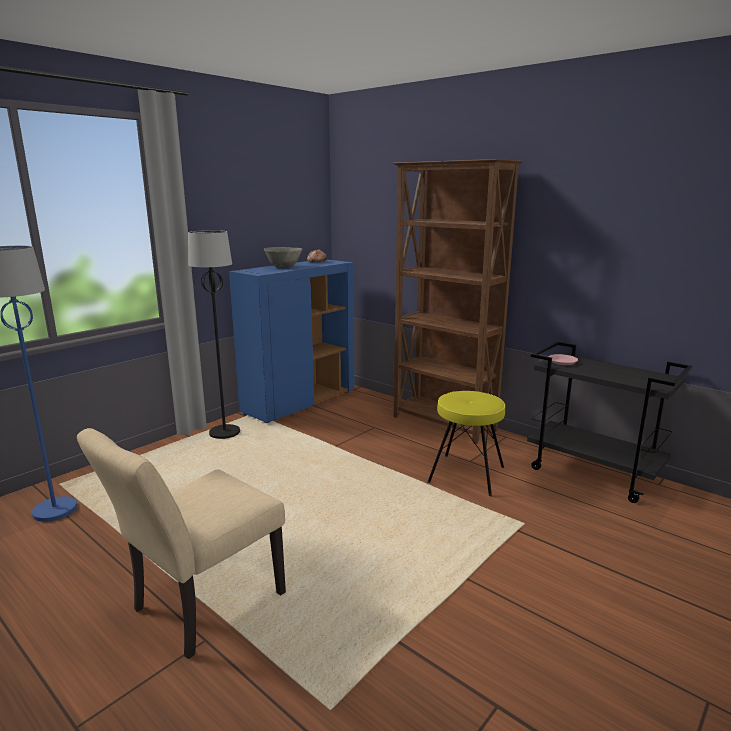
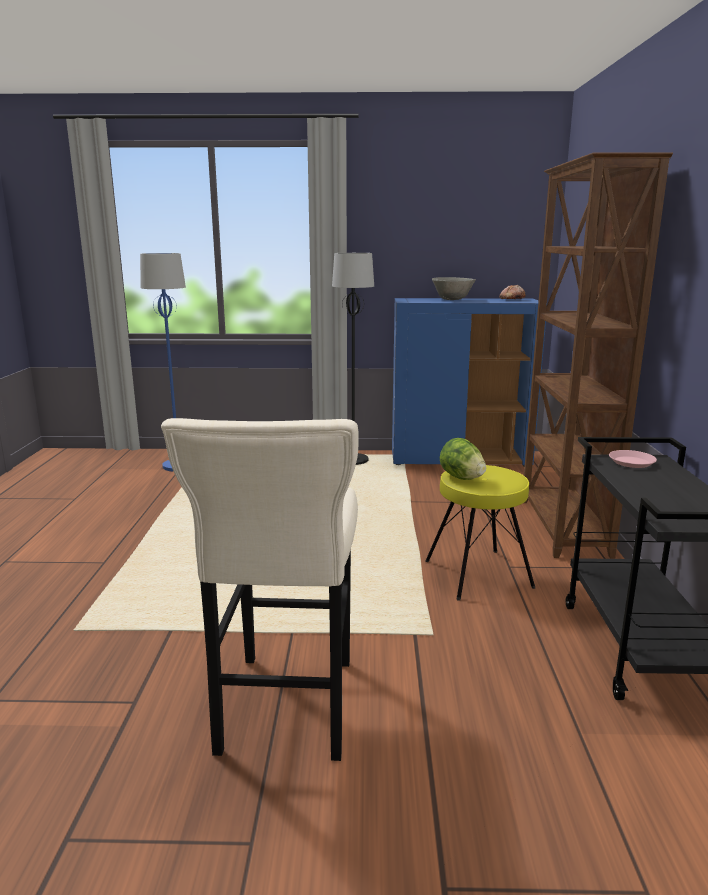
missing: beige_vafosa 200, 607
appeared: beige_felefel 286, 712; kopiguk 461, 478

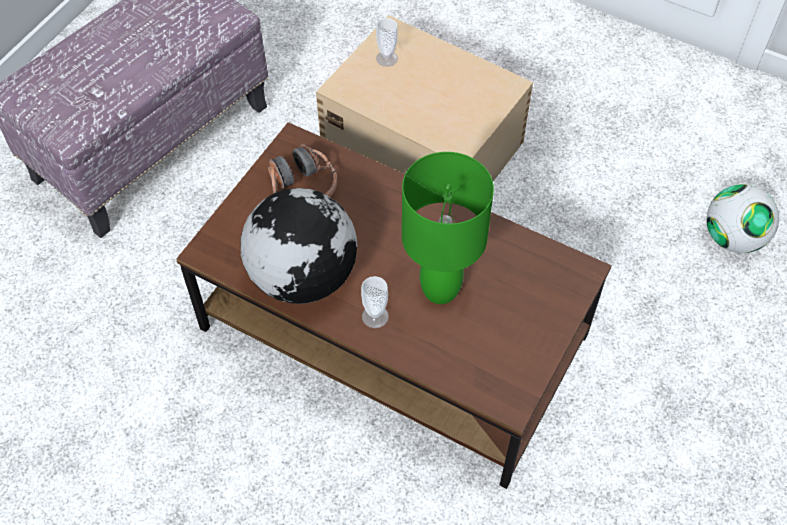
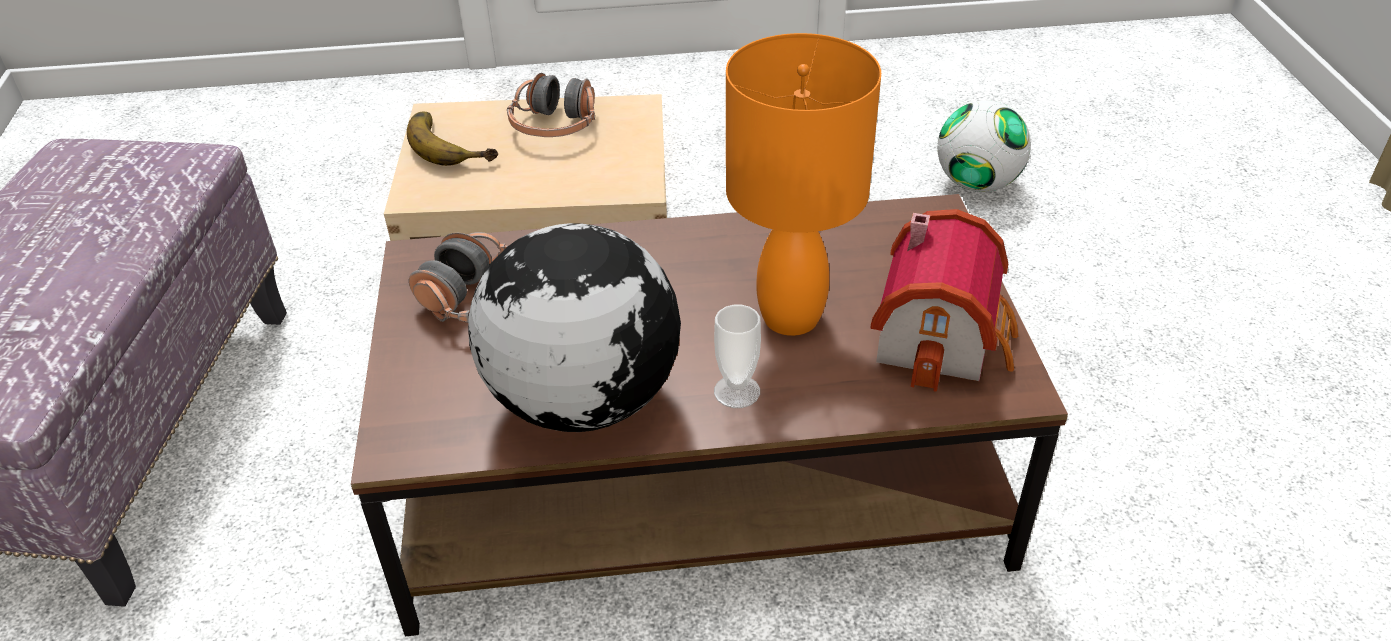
appeared: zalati 555, 126; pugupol 943, 337
exchanged: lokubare 387, 58 to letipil 453, 143
colour: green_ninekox 439, 289 to orange_ninekox 788, 317

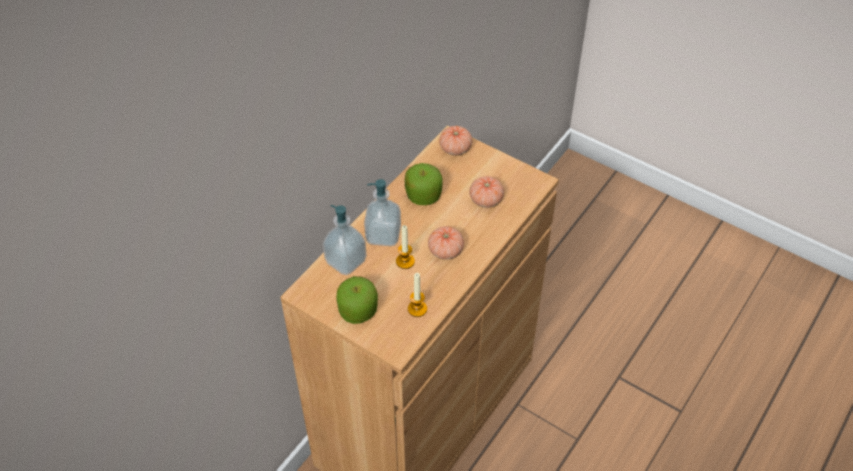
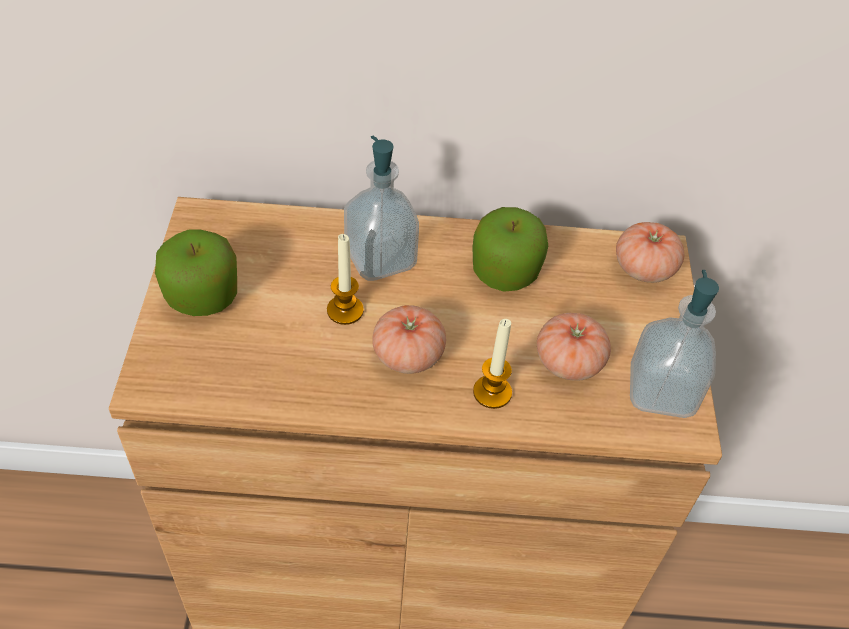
relocated: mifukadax 417, 309 to 492, 392; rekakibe 346, 261 to 661, 391

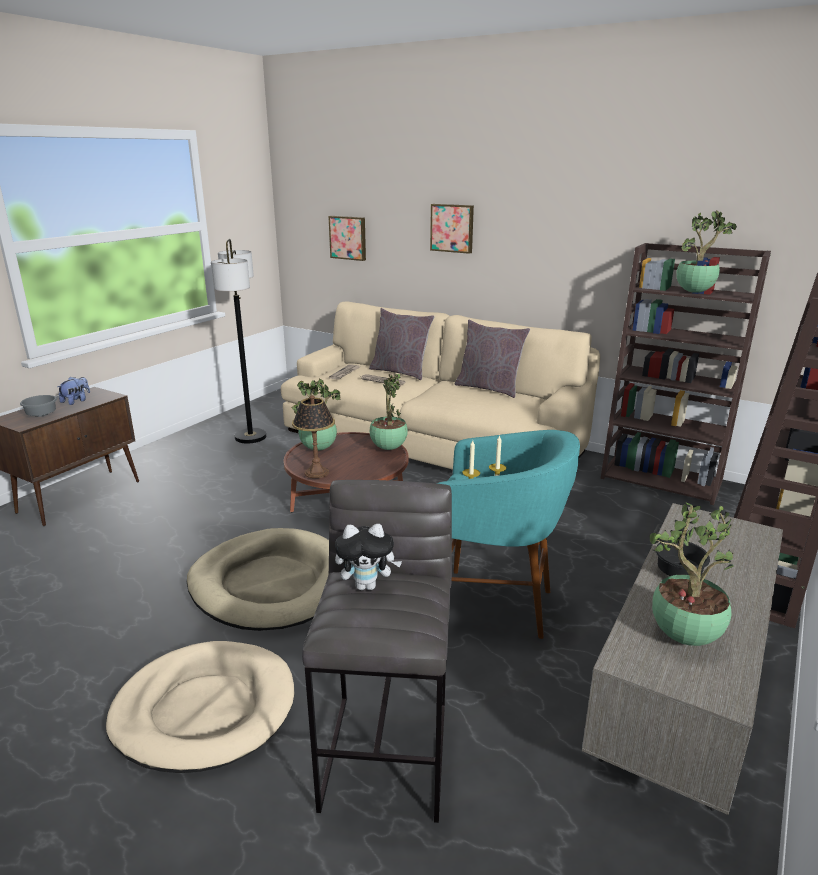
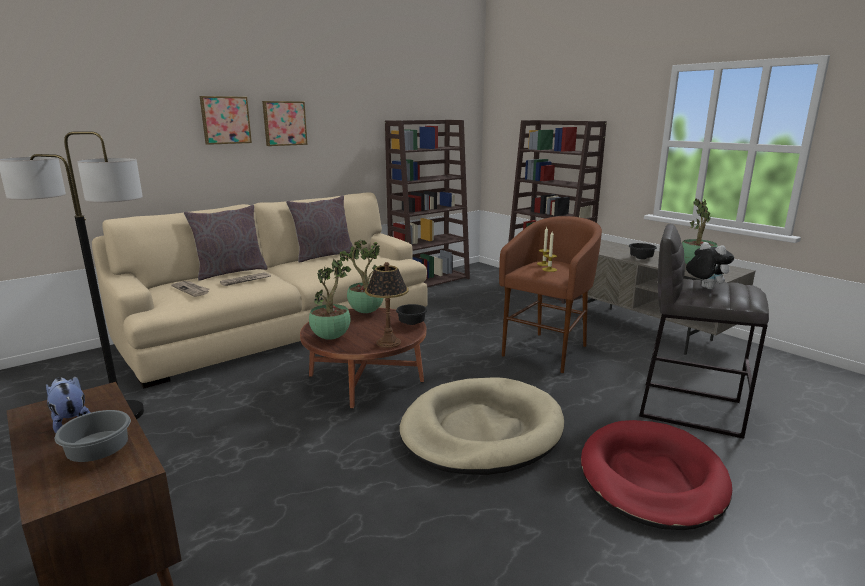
missing: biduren 695, 292
appeared: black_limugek 412, 323
relocated: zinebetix 348, 237 to 284, 123
colour: turquoise_felefel 495, 605 to brown_felefel 547, 351; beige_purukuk 205, 709 to red_purukuk 651, 478
spun: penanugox 367, 585 = 704, 288 45 degrees counterclockwise

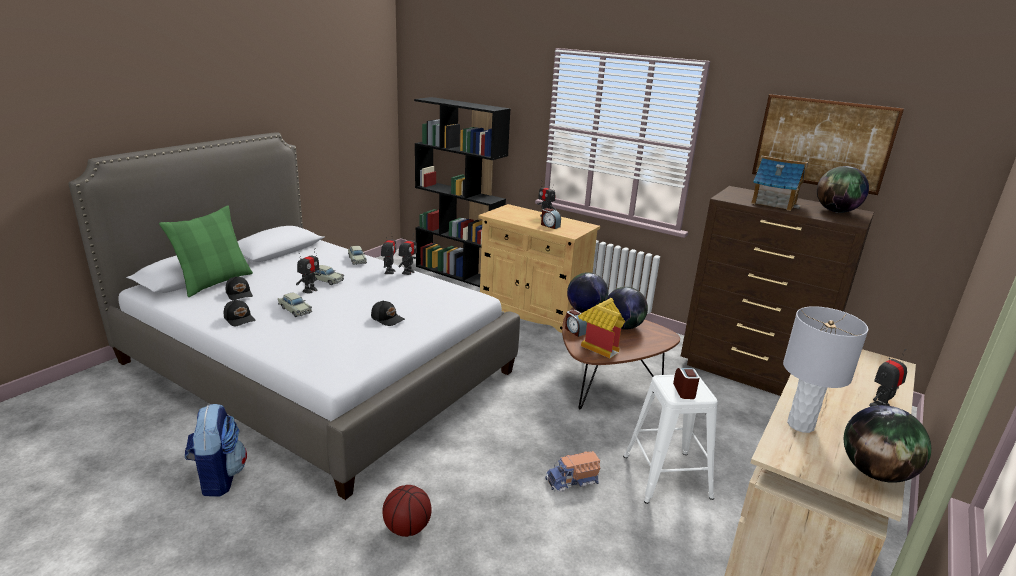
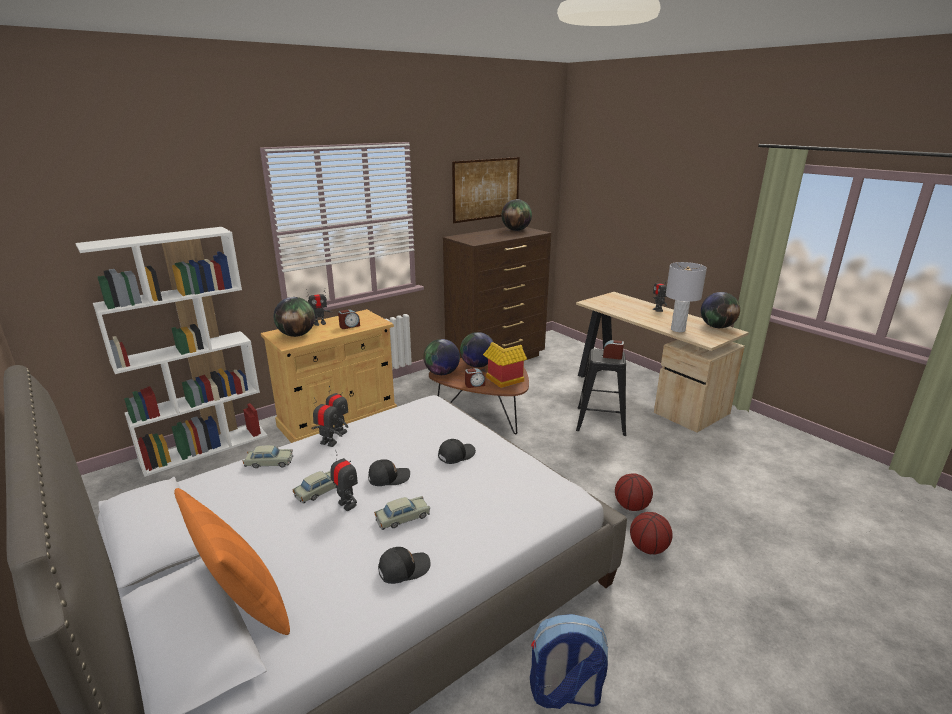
missing: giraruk 572, 481; pugupol 773, 203
appeared: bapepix 297, 335; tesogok 631, 506
relocated: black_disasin 239, 294 to 388, 477
colour: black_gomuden 458, 274 to white_gomuden 205, 447; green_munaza 214, 282 to orange_munaza 244, 604; white_felefel 665, 475 to black_felefel 600, 421

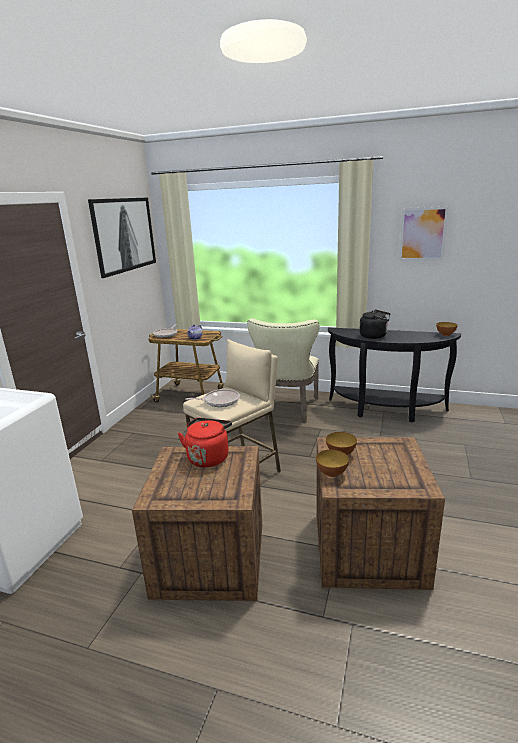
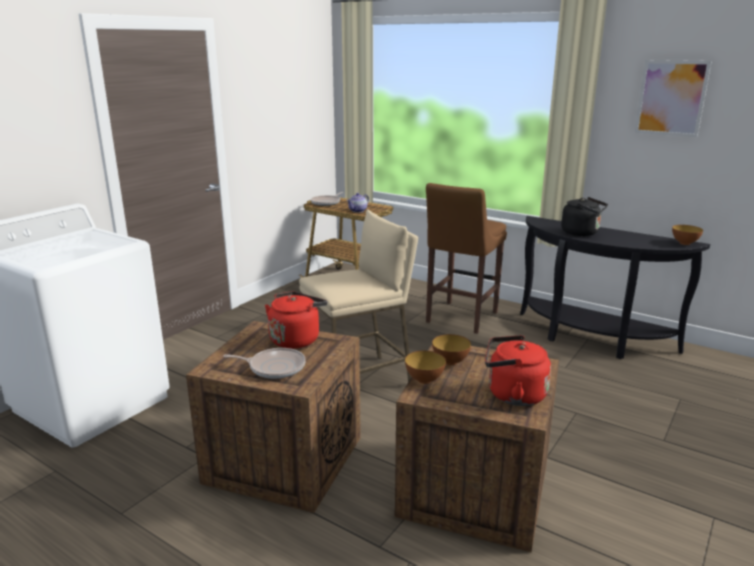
missing: zinebetix 124, 235
appeared: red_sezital 512, 394
relocated: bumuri 219, 401 to 274, 367
exchanged: beige_vafosa 288, 410 to brown_felefel 460, 318

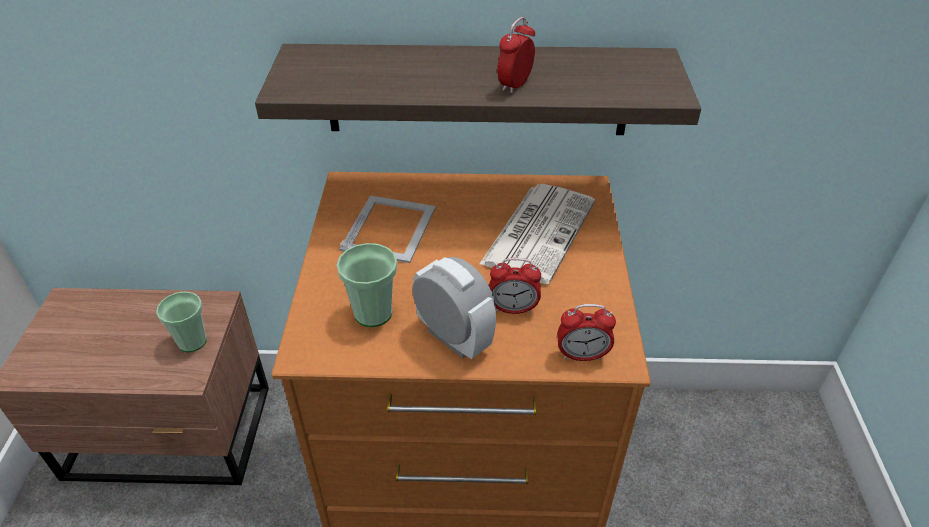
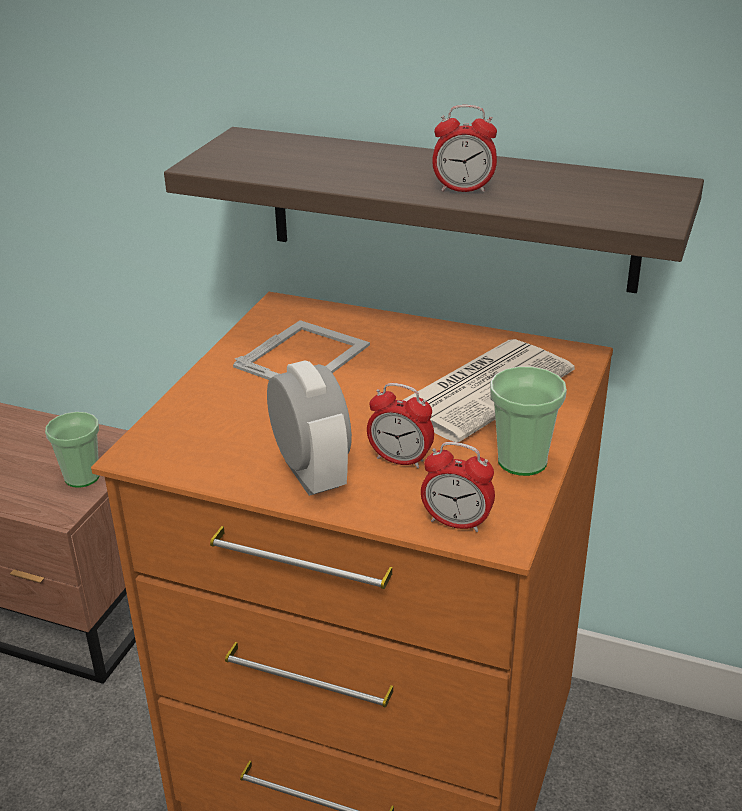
relocated: lokubare 373, 313 to 522, 461
spun: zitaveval 515, 85 = 463, 189 135 degrees counterclockwise

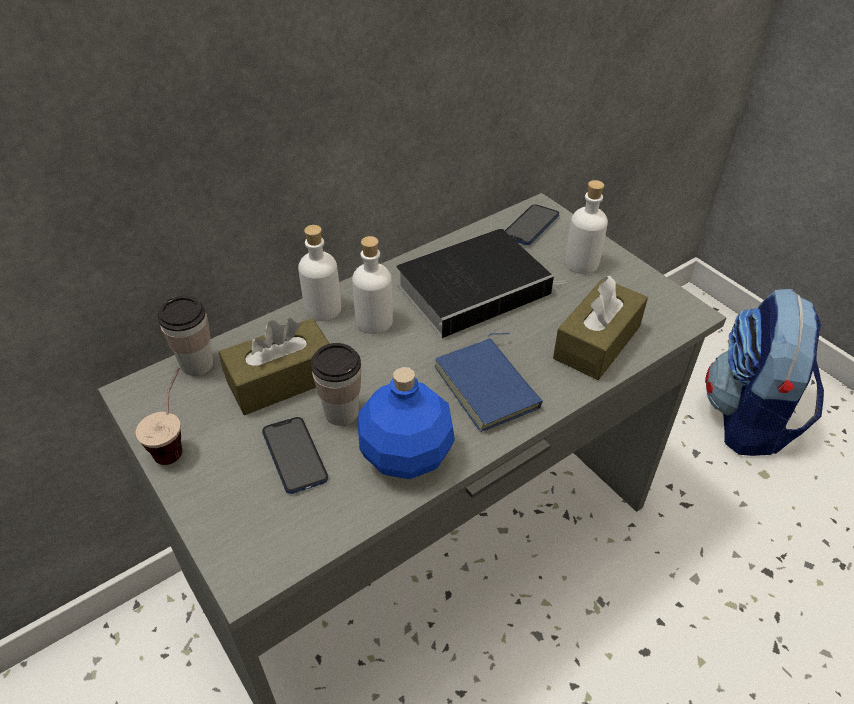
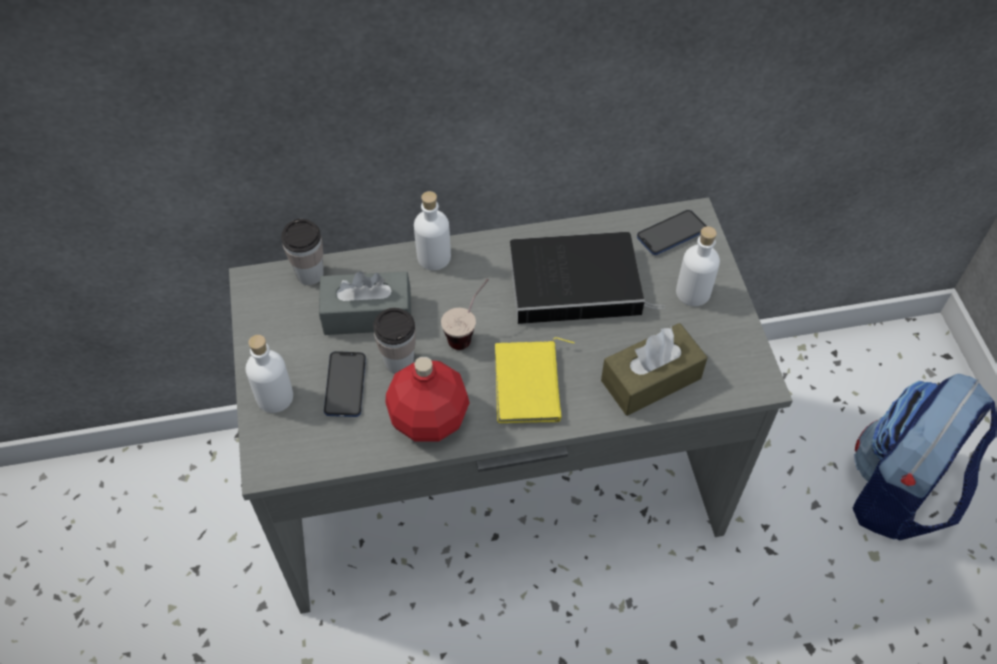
relocated: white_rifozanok 374, 321 to 275, 397; lokubare 176, 441 to 468, 332
colour: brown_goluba 282, 380 to grey_goluba 367, 314; blue_rifozanok 405, 455 to red_rifozanok 428, 419; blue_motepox 490, 386 to yellow_motepox 530, 385

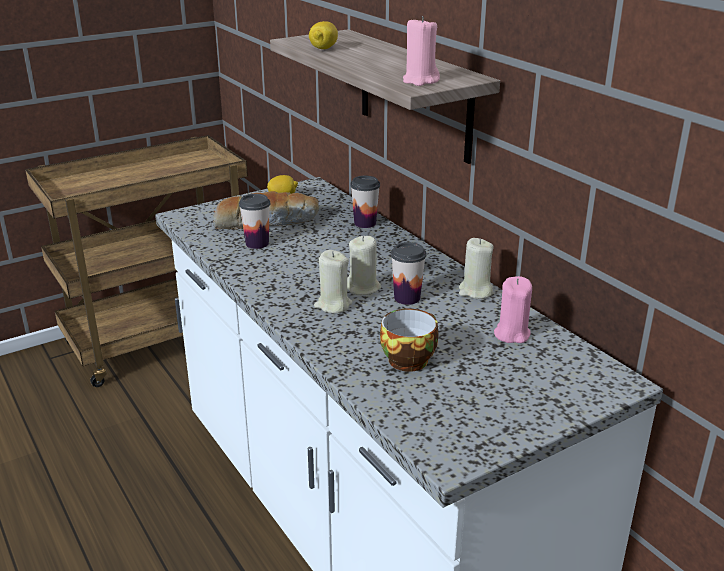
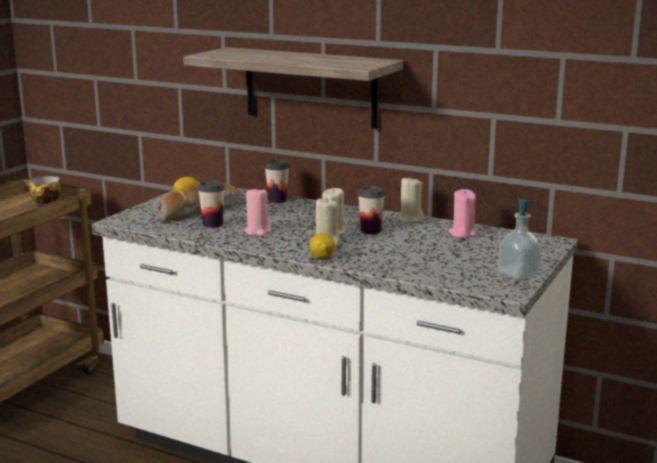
appeared: rekakibe 518, 274
relocated: lokubare 409, 358 to 47, 203; pink_mifukadax 420, 81 to 258, 231; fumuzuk 323, 48 to 322, 257

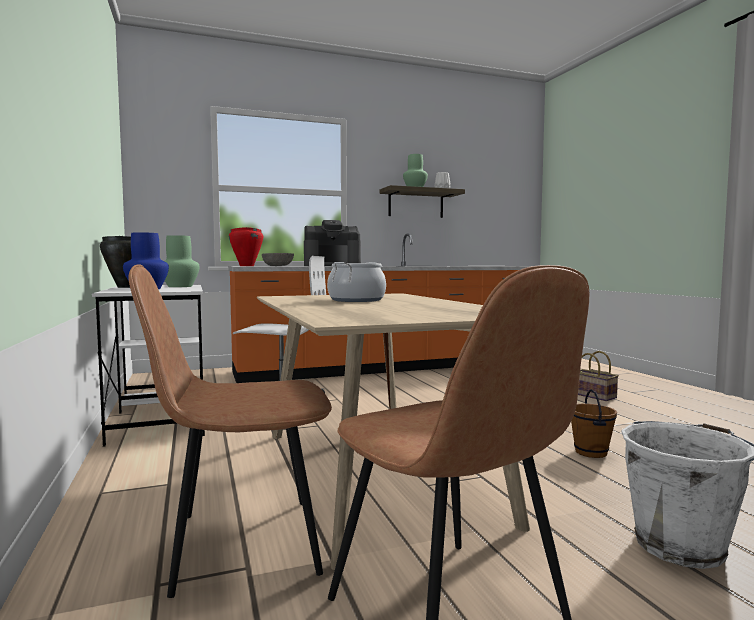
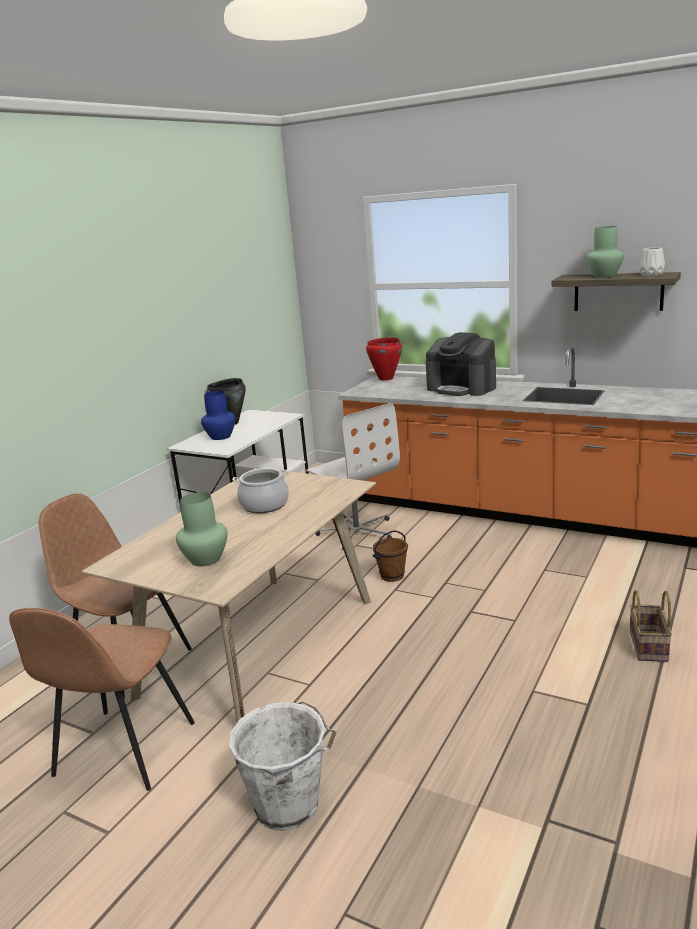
missing: grey_limugek 278, 266
relocated: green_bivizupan 180, 286 to 206, 559; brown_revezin 591, 452 to 392, 576

